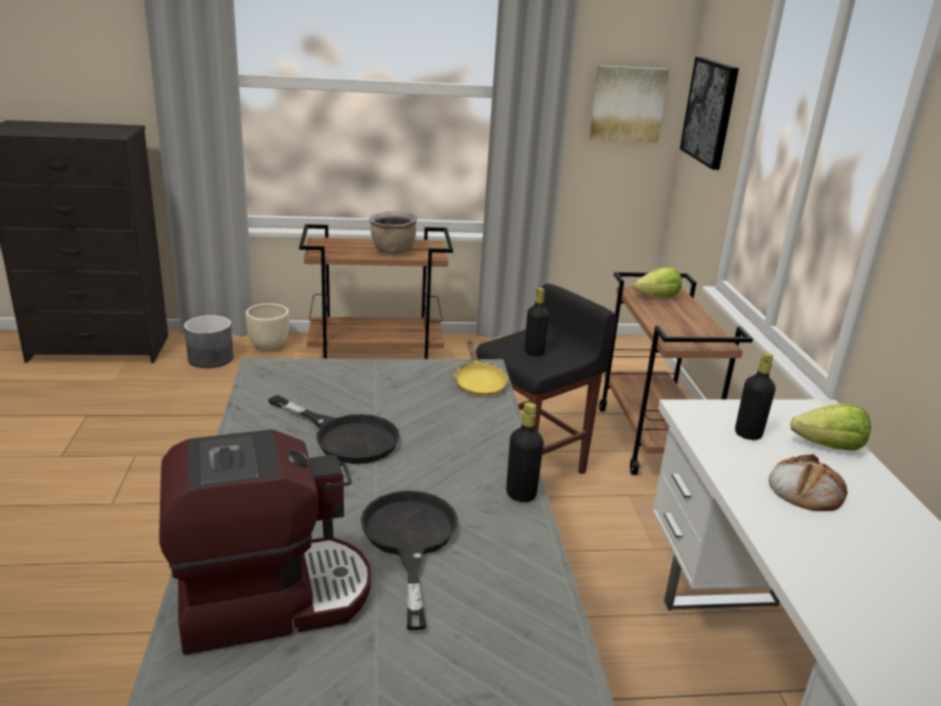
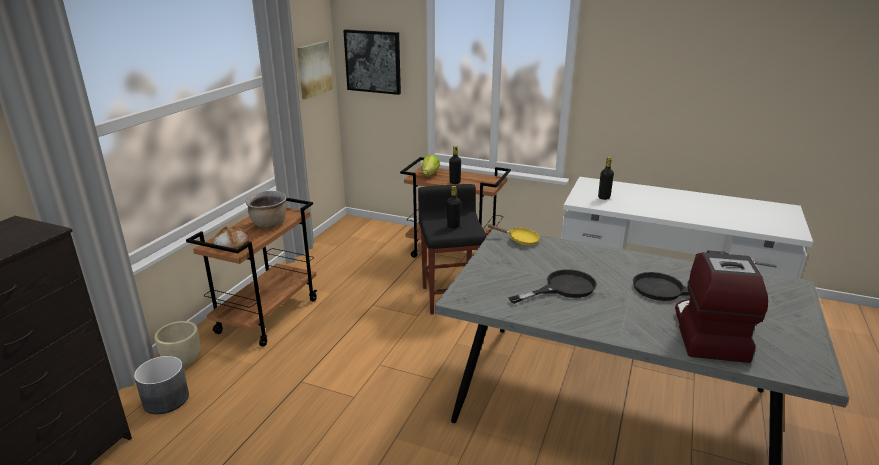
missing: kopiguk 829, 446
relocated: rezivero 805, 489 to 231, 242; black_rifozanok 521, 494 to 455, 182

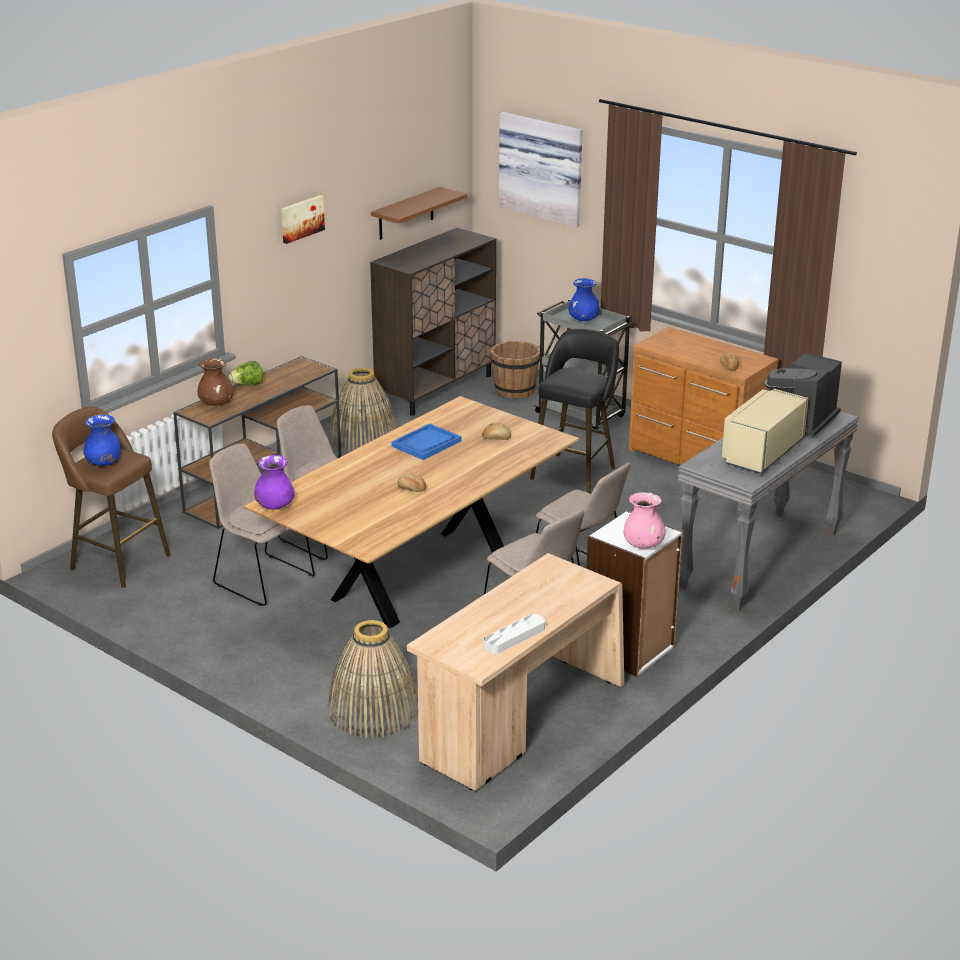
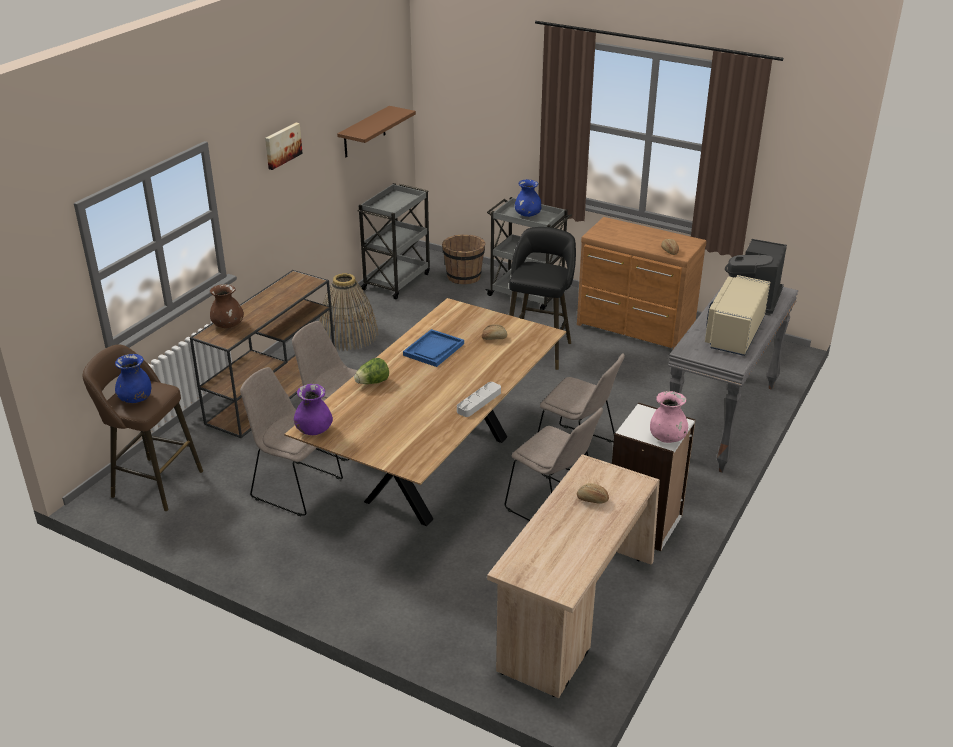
missing: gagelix 373, 710; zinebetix 543, 168
relocated: kopiguk 248, 385 to 372, 382; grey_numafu 514, 637 to 479, 402; rezivero 411, 489 to 592, 500
exchanged: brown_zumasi 436, 389 to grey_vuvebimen 397, 281

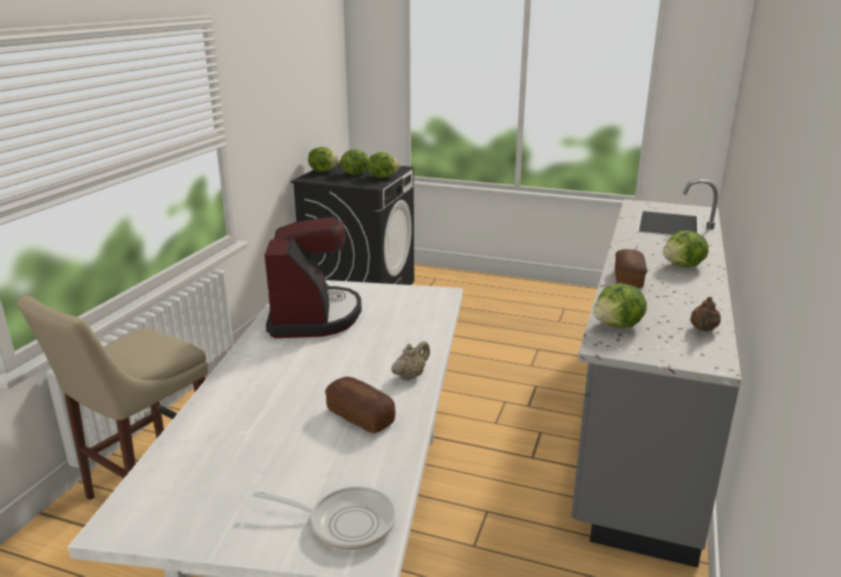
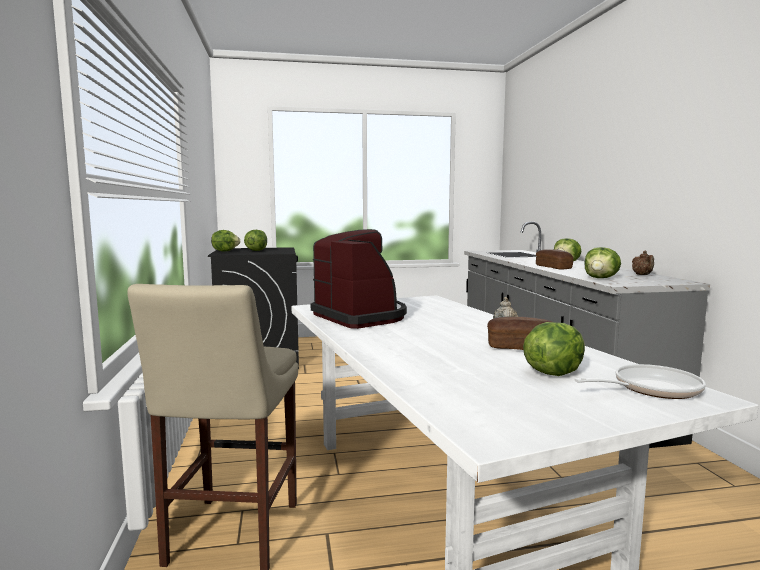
relocated: kopiguk 383, 177 to 552, 372

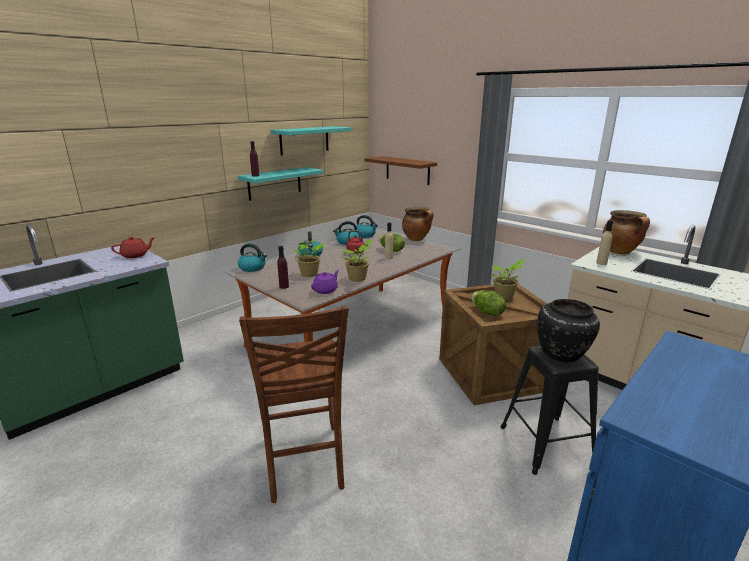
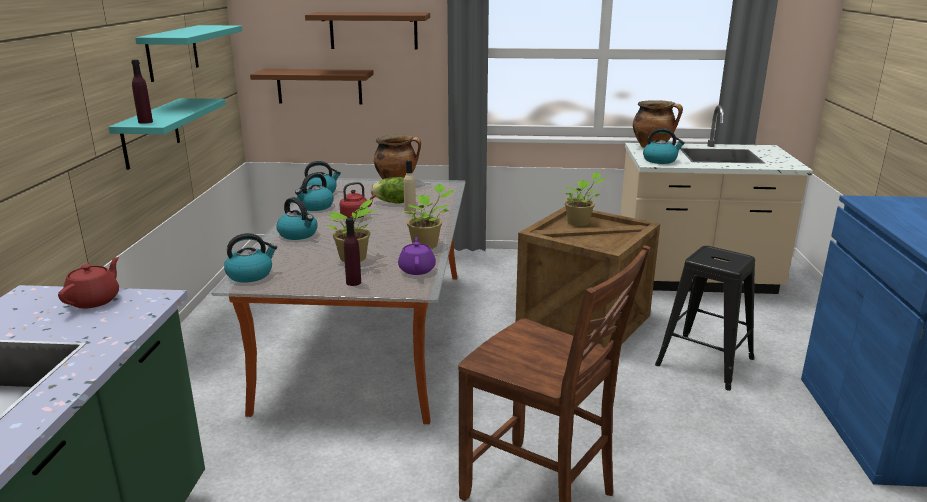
missing: kopiguk 487, 312; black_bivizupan 562, 354
appeared: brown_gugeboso 373, 30
exchanged: beige_rifozanok 601, 263 to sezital 660, 160

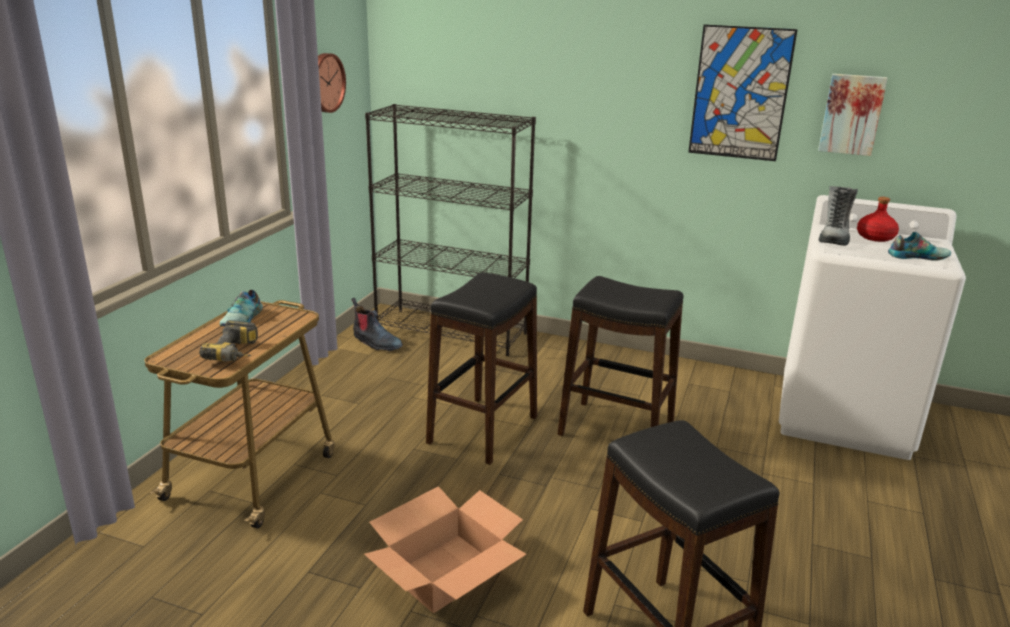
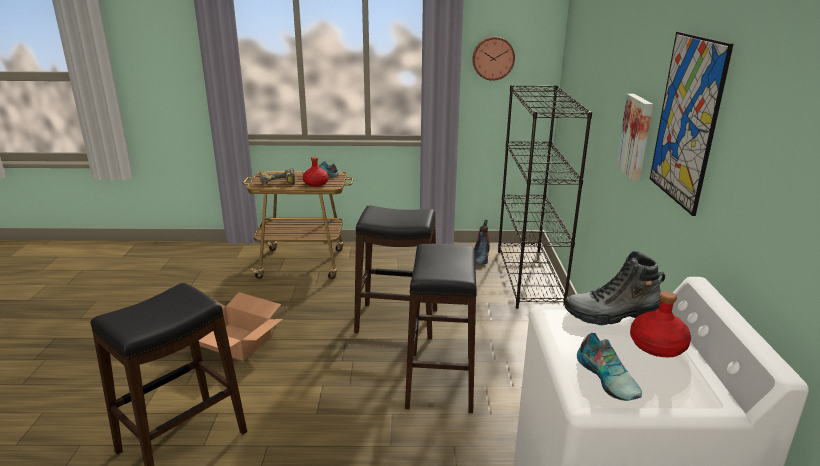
appeared: red_rifozanok 316, 184
relocated: zinebetix 851, 114 to 637, 136

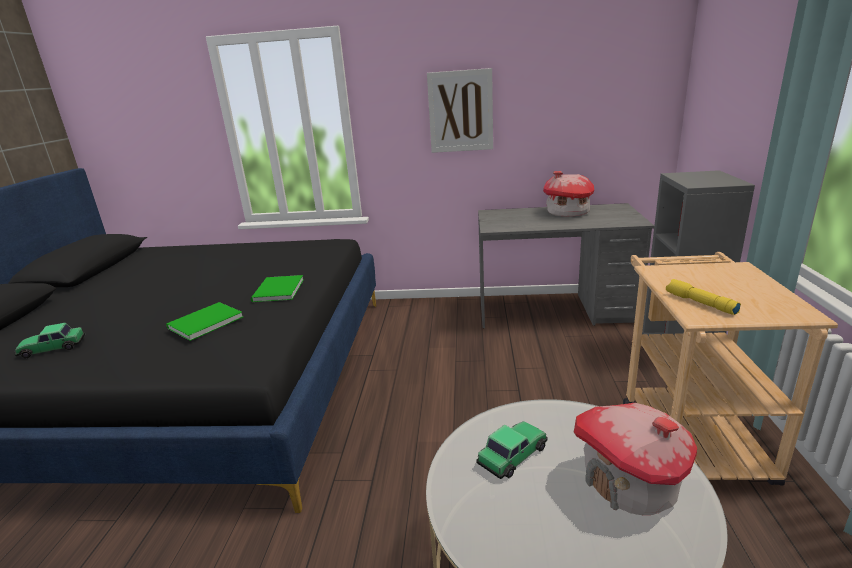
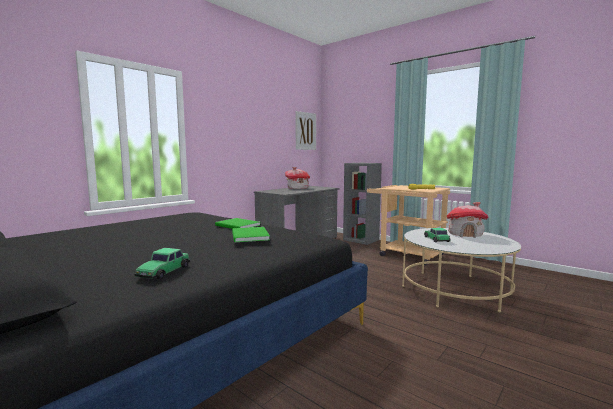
relocated: zinebetix 460, 111 to 305, 131

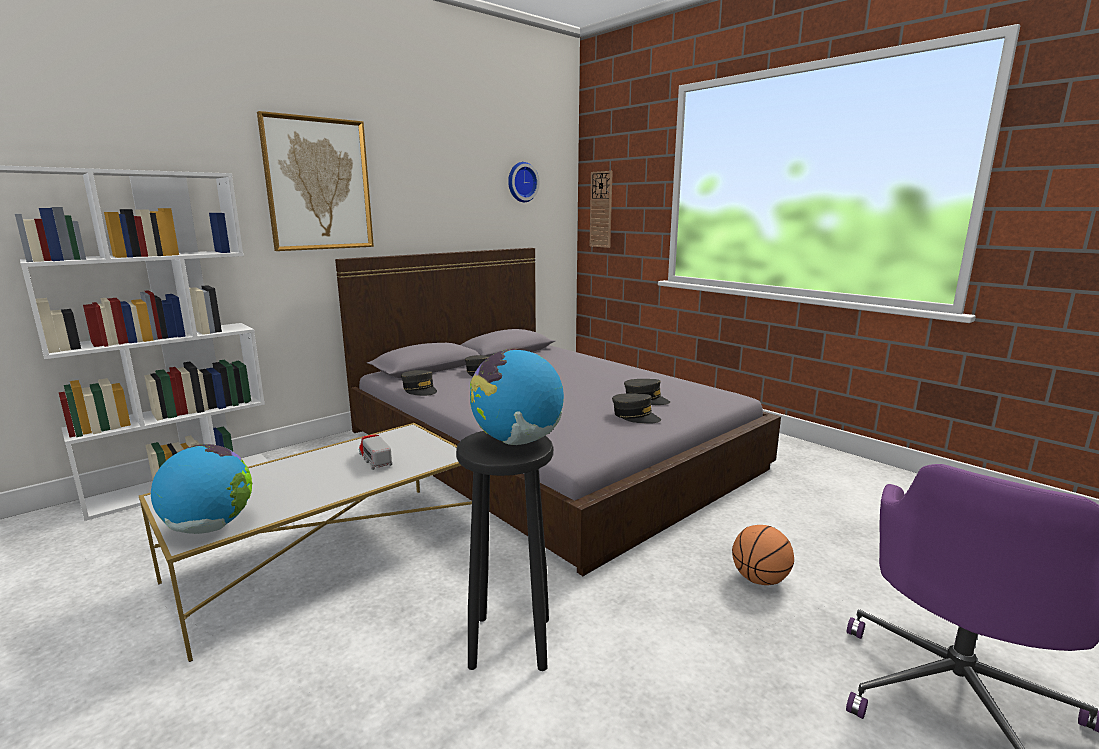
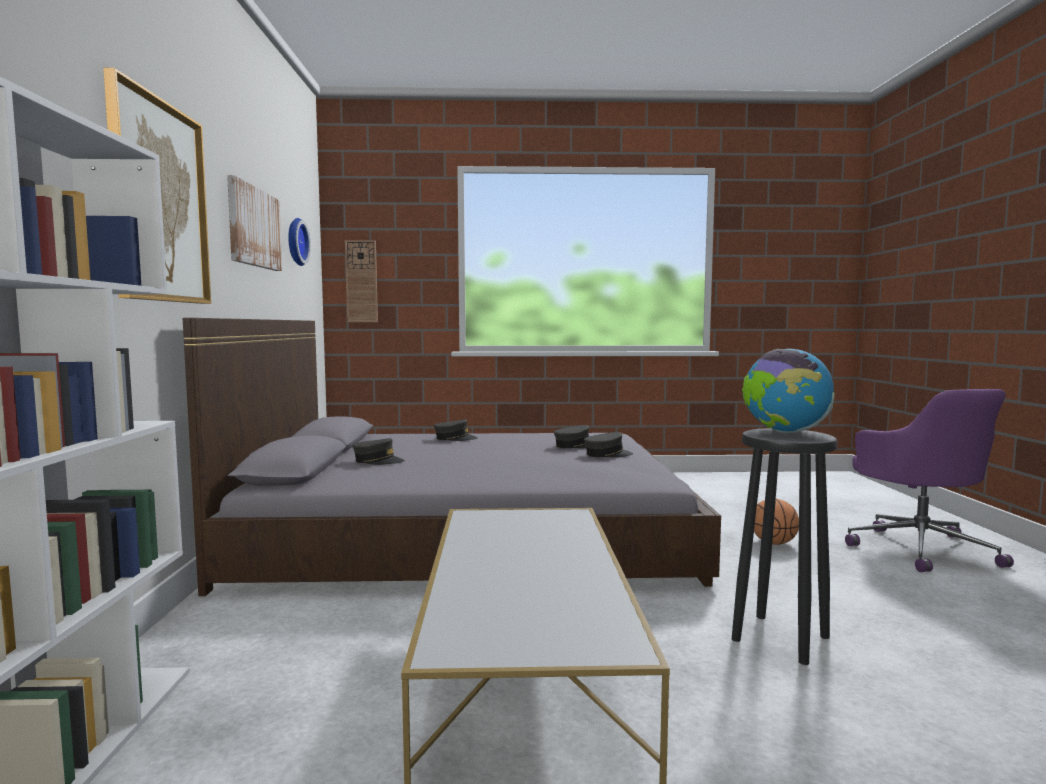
missing: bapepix 210, 527; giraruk 375, 459
appeared: zinebetix 254, 227
relocated: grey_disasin 420, 390 to 455, 438

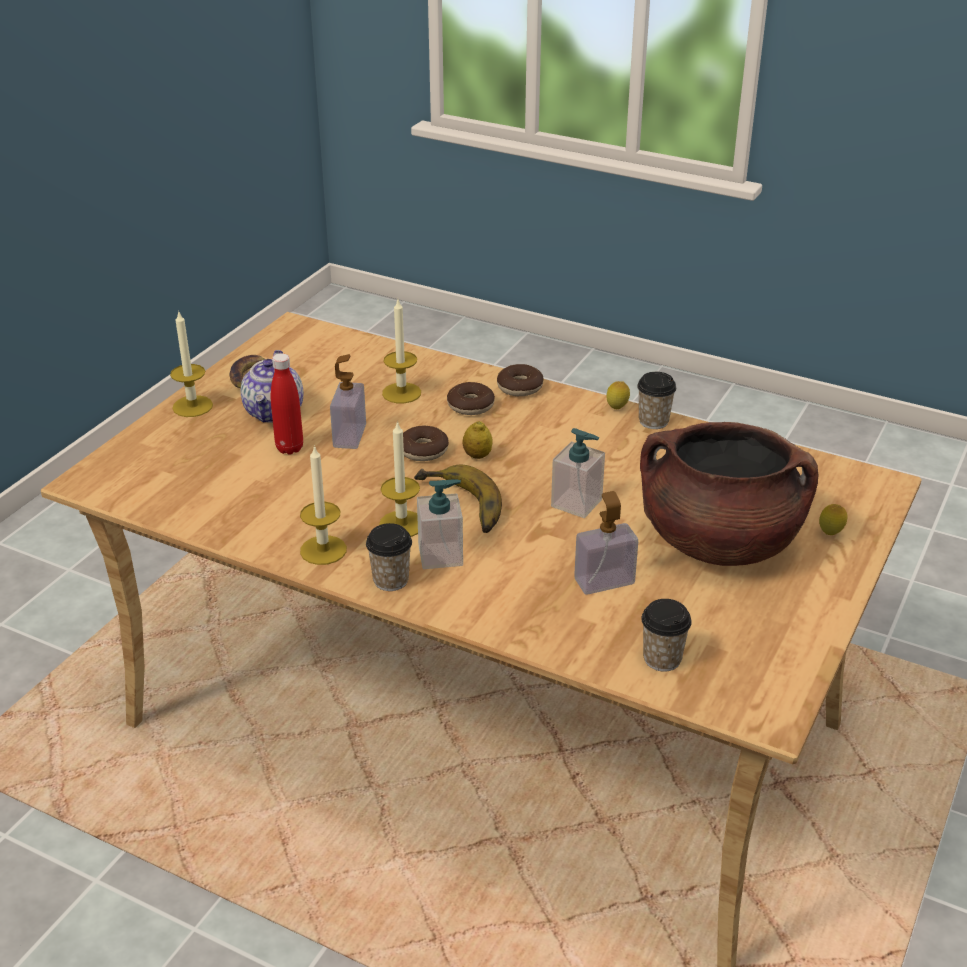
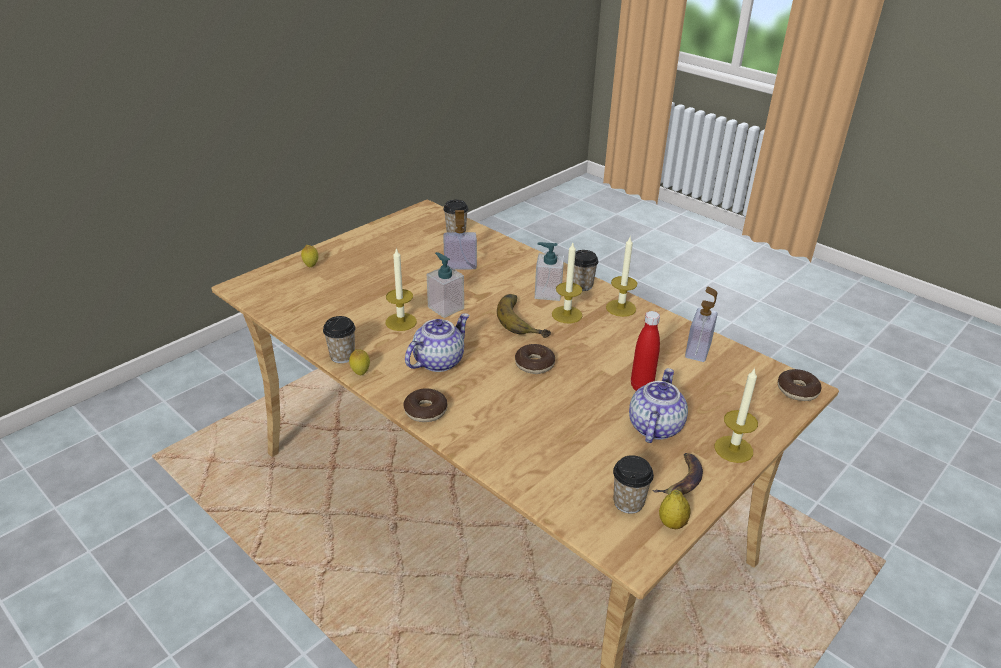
missing: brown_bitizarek 718, 543
appeared: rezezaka 438, 361; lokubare 628, 502
relocated: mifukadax 401, 393 to 401, 322; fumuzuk 477, 456 to 672, 523; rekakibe 349, 436 to 698, 350; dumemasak 470, 406 to 797, 390

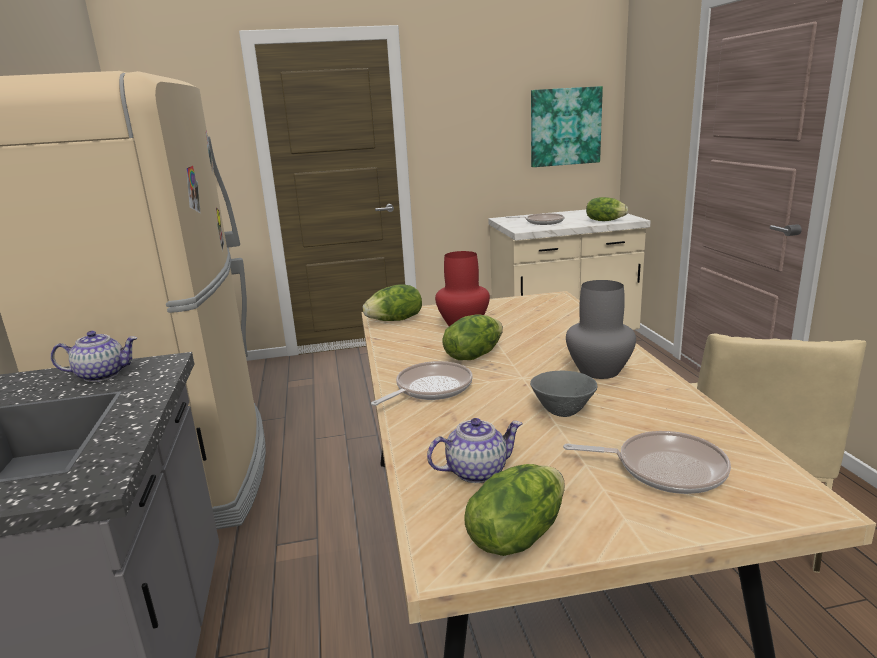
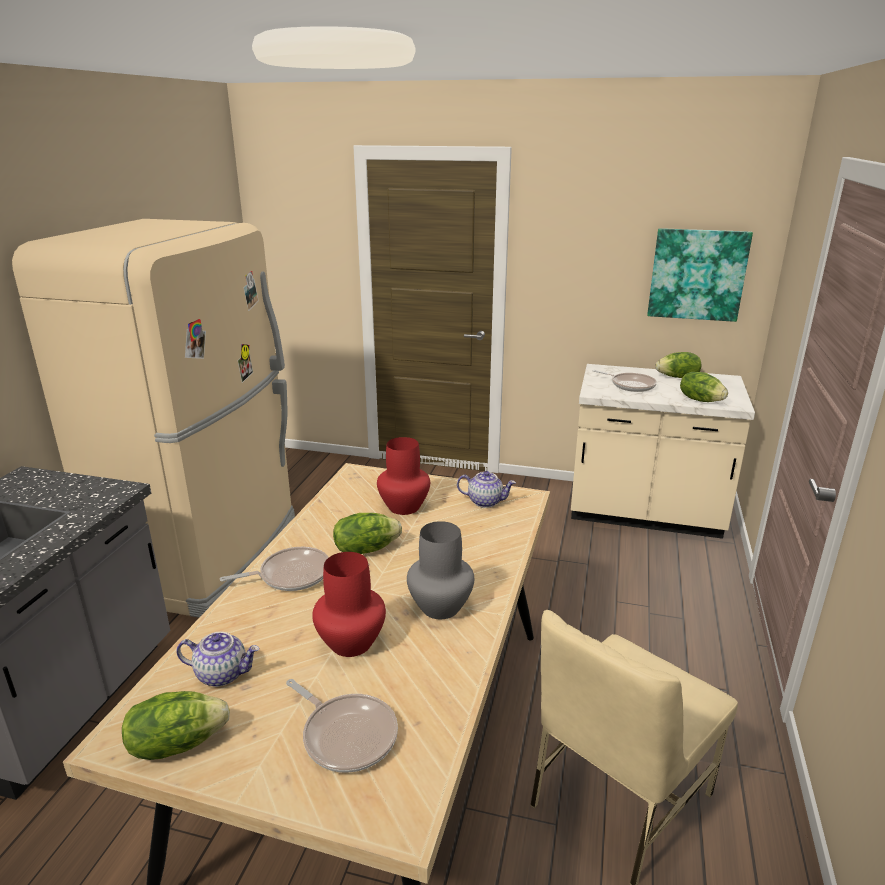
relocated: rezezaka 102, 375 to 485, 501; kopiguk 396, 320 to 678, 377
exchanged: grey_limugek 562, 412 to red_bivizupan 351, 642

